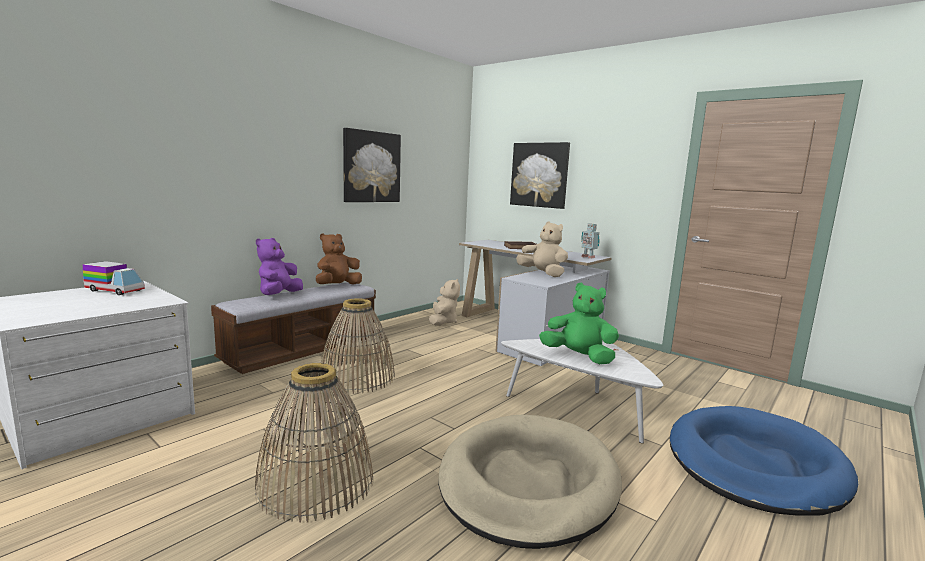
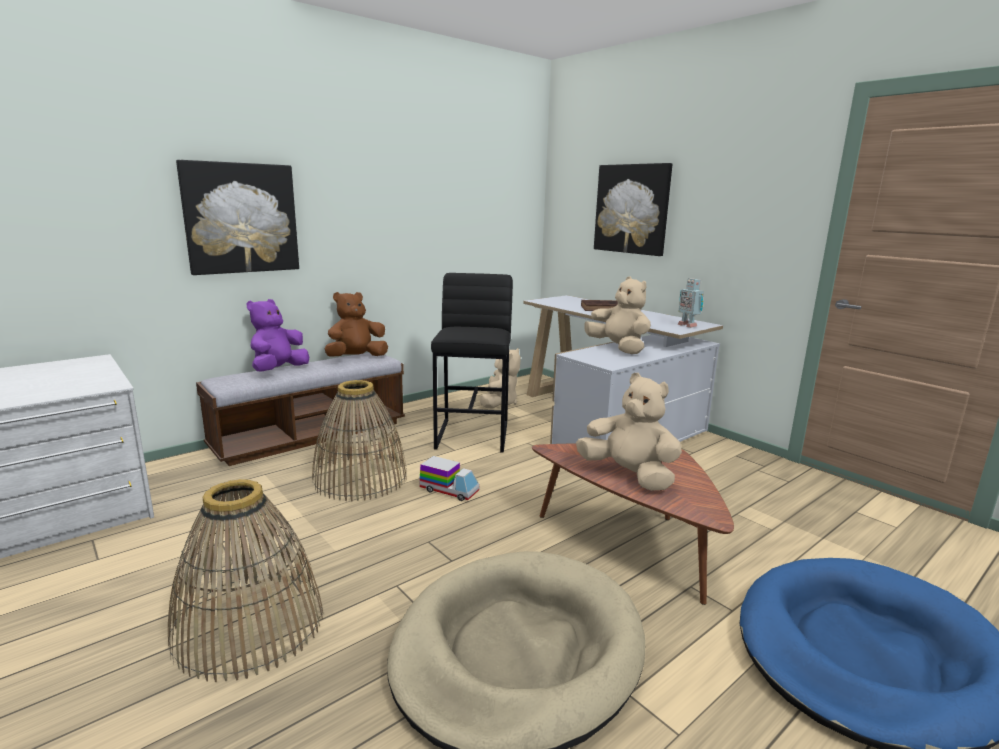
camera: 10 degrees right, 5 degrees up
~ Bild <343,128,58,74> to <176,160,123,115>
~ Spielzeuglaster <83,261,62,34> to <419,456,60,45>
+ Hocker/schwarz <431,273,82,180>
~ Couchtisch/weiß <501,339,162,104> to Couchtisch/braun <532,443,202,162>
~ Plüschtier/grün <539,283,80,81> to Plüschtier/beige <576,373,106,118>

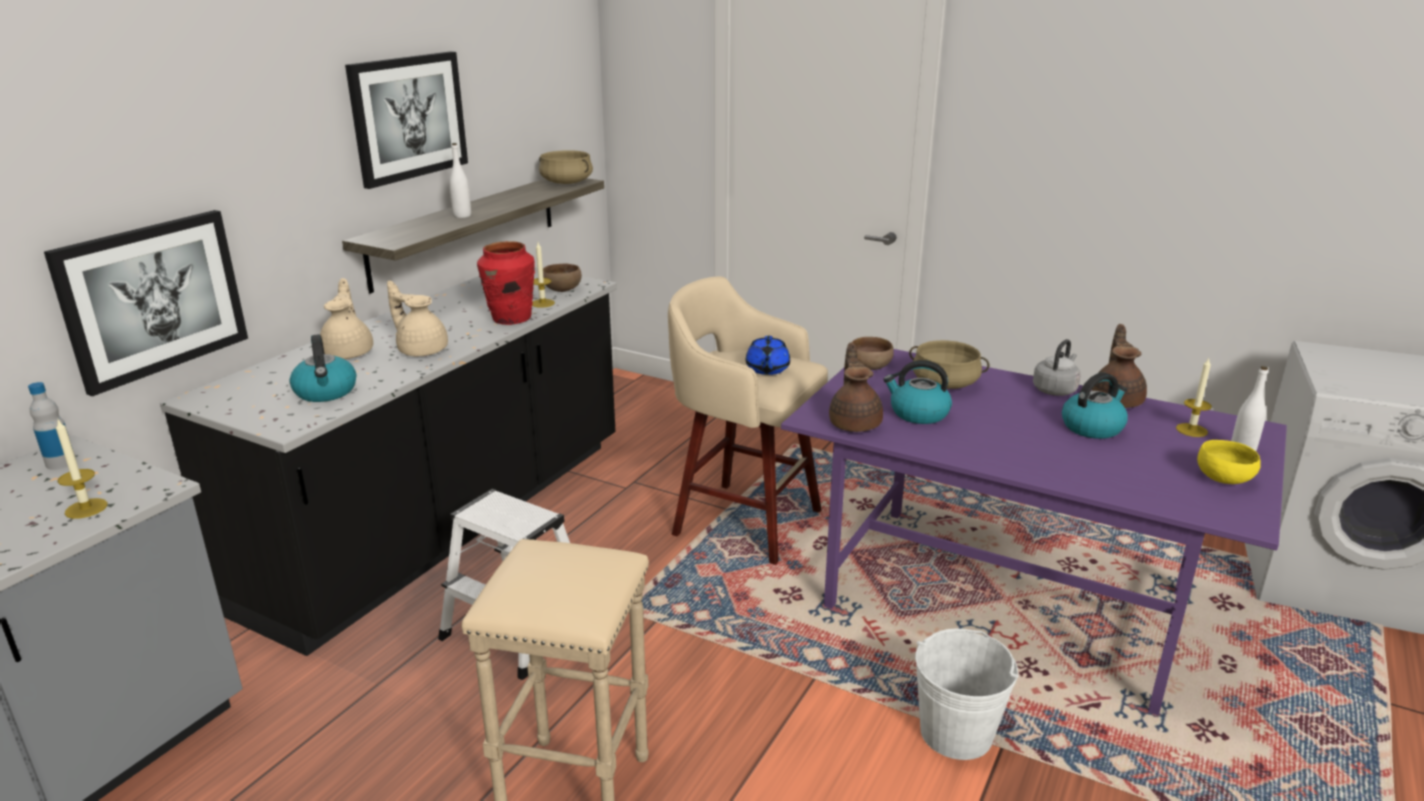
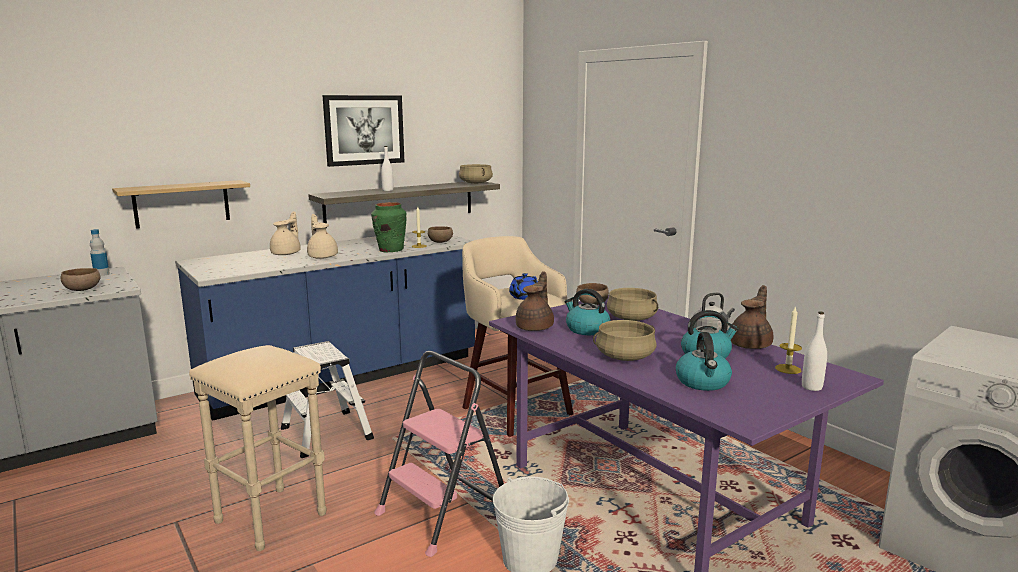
camera: 25 degrees right, 10 degrees down
~ Kerze <56,420,52,99> to Schüssel/braun <61,268,40,23>
~ Bild <44,210,204,186> to Wandregal <112,180,138,49>
~ Küchenzeile/schwarz <160,267,457,389> to Küchenzeile/blau <175,230,300,191>
~ Vase/rot <477,241,58,84> to Vase/grün <371,202,36,50>
+ Trittleiter/rosa <374,351,130,206>
+ Kochtopf/beige <593,320,64,41>
~ Wasserkessel <290,334,67,68> to <676,332,56,59>
- Schüssel/gelb <1197,440,64,44>

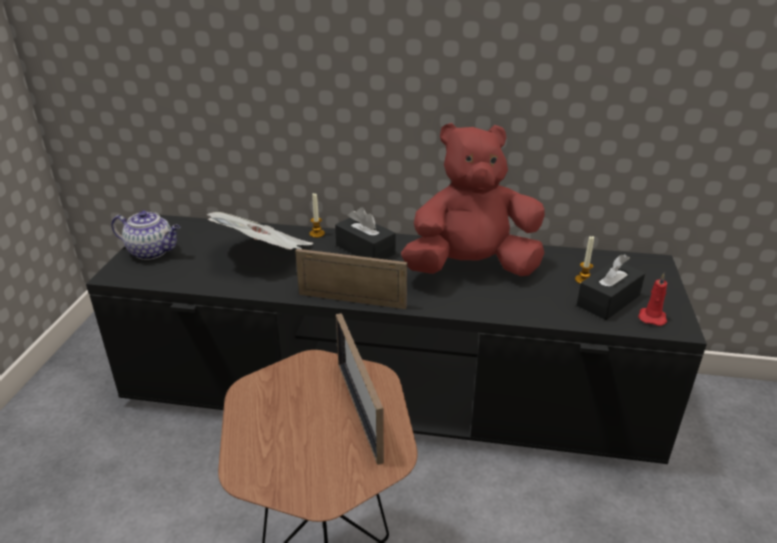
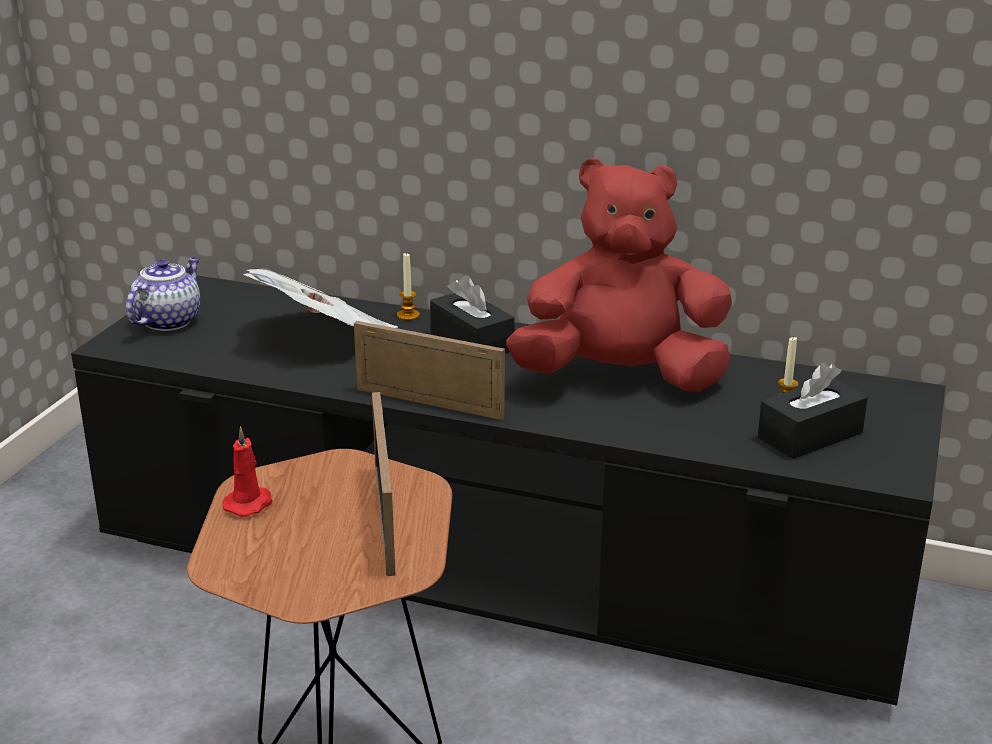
camera: 10 degrees right, 5 degrees down
~ Teekanne <111,210,69,50> = <126,257,74,74> 90 degrees counterclockwise
~ Kerze/rot <638,273,29,53> to <222,426,51,91>

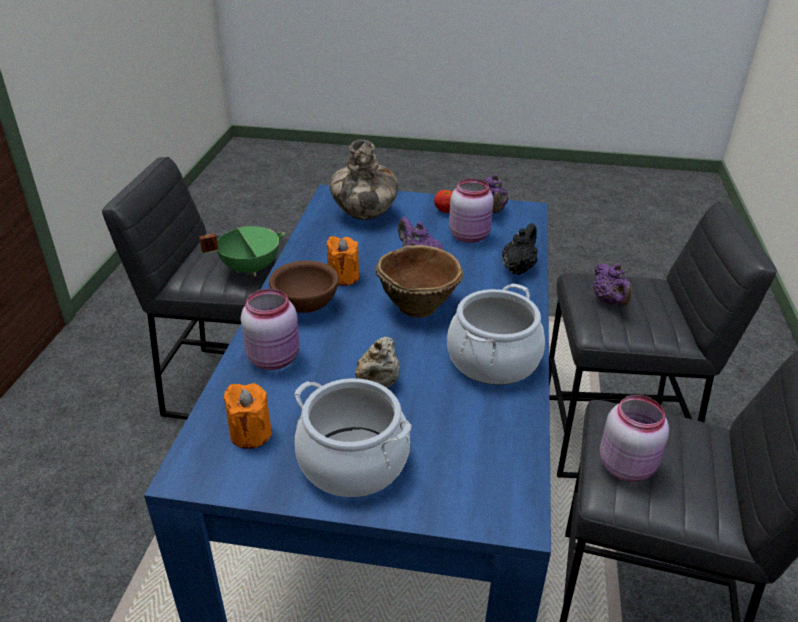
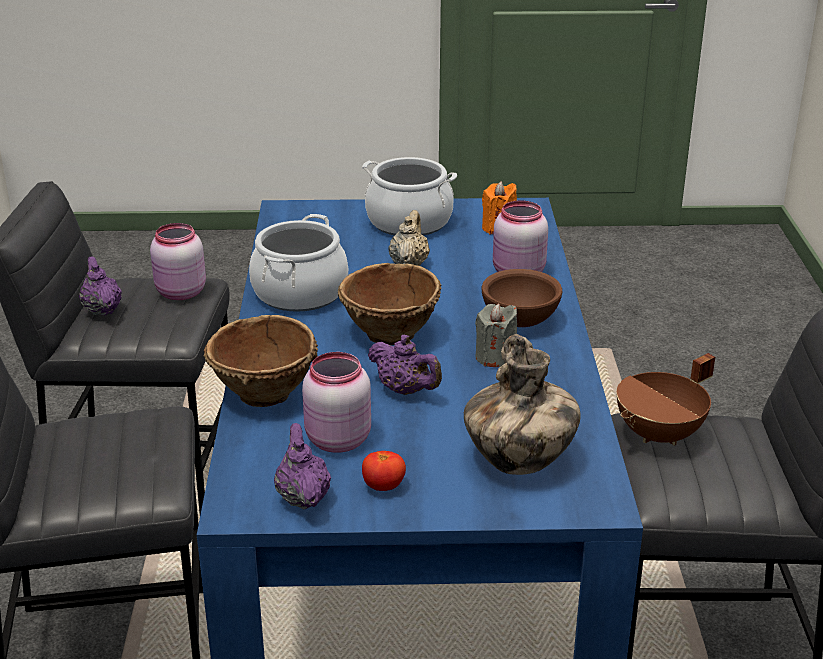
camera: 170 degrees right, 5 degrees down
~ Teekanne/lila <594,263,38,43> to <79,256,43,60>
~ Teekanne/schwarz <502,223,36,52> to Schüssel/braun <204,315,114,92>
~ Kerze/orange <326,236,33,50> to Kerze/grau <475,303,42,64>
~ Kochtopf/grün <199,226,87,50> to Kochtopf/braun <616,353,99,93>

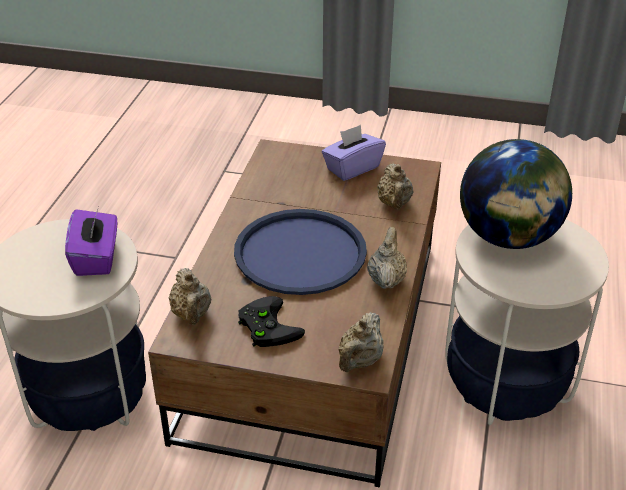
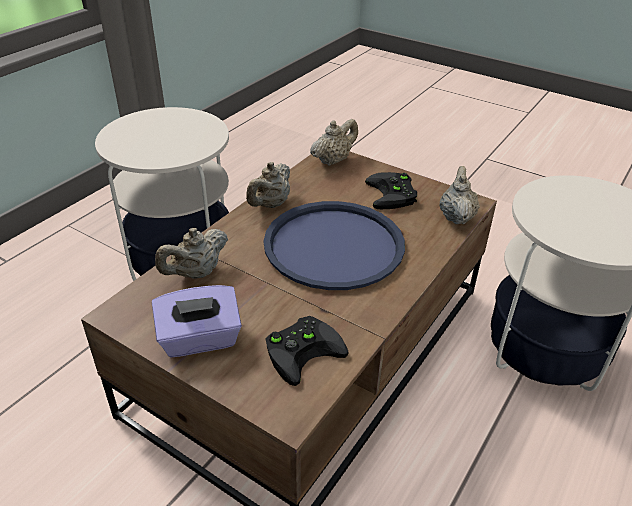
camera: 160 degrees left, 0 degrees up
~ Teekanne/beige <377,164,37,46> = <155,228,73,51> 150 degrees counterclockwise
+ Gamepad/schwarz <265,316,83,70>
- Taschentuchbox/lila <65,207,53,69>
- Globus <460,139,112,110>

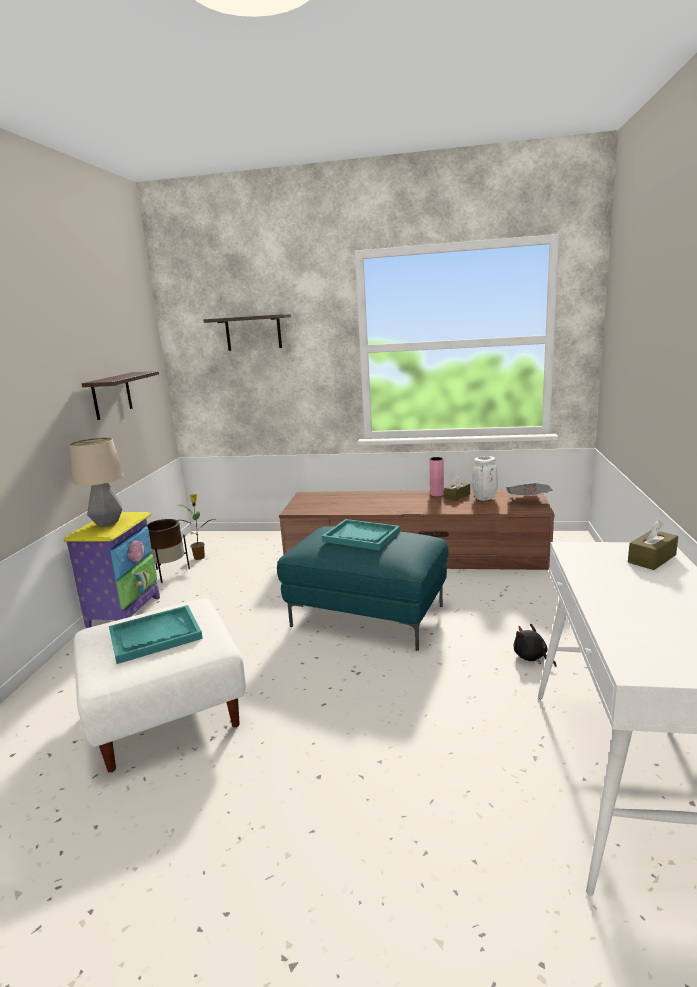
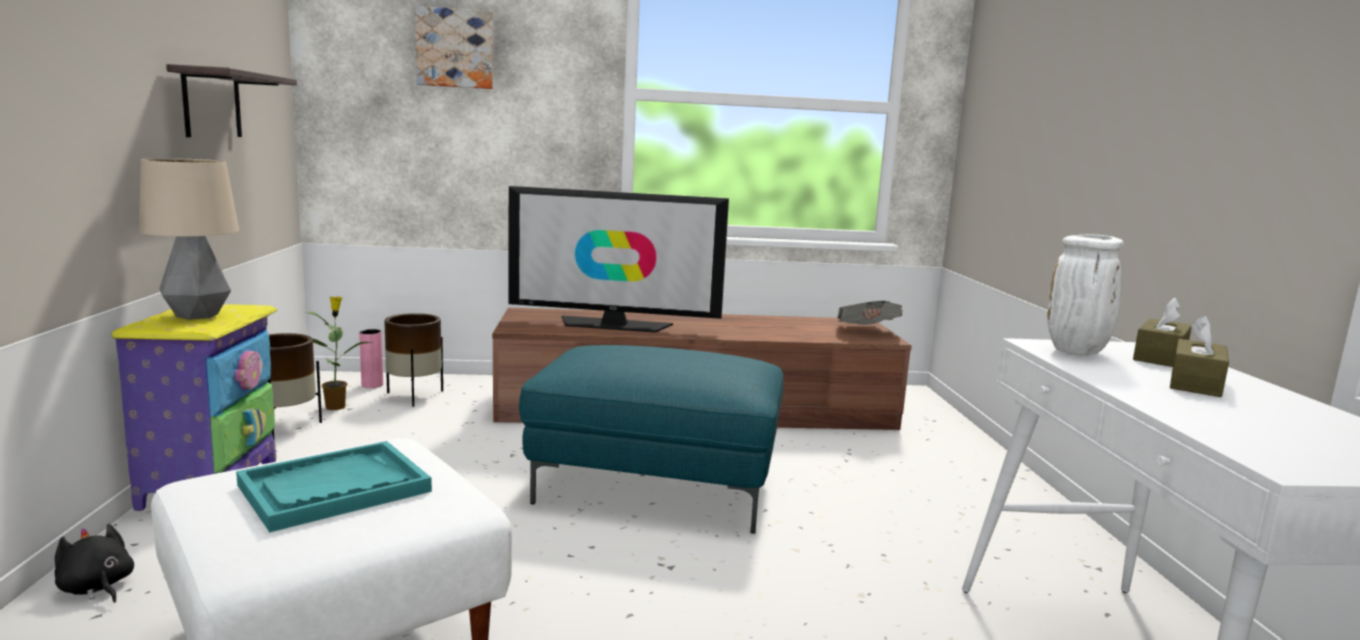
camera: 15 degrees left, 5 degrees down
~ Plüschtier/schwarz <514,624,42,43> to <55,523,79,80>
~ Vase/rosa <429,457,15,39> to <359,329,24,59>
+ Pflanzkübel/braun <384,313,59,94>
~ Wandregal <203,314,88,37> to Bild <415,6,78,83>
+ Fernseher <508,186,221,146>
~ Vase/weiß <472,456,26,45> to <1047,234,77,121>
~ Taschentuchbox/braun <444,475,26,26> to <1170,315,59,82>
- Tablett/türkis <322,519,78,31>

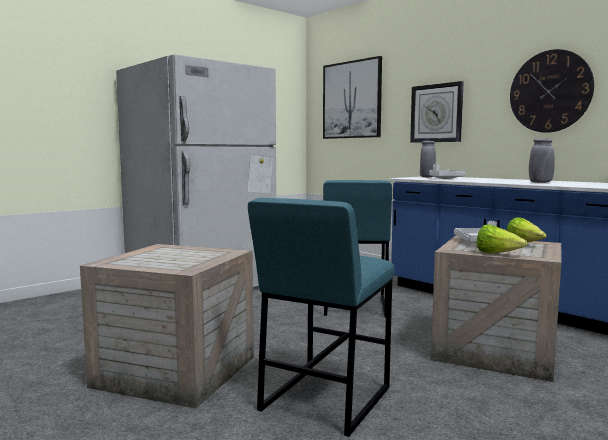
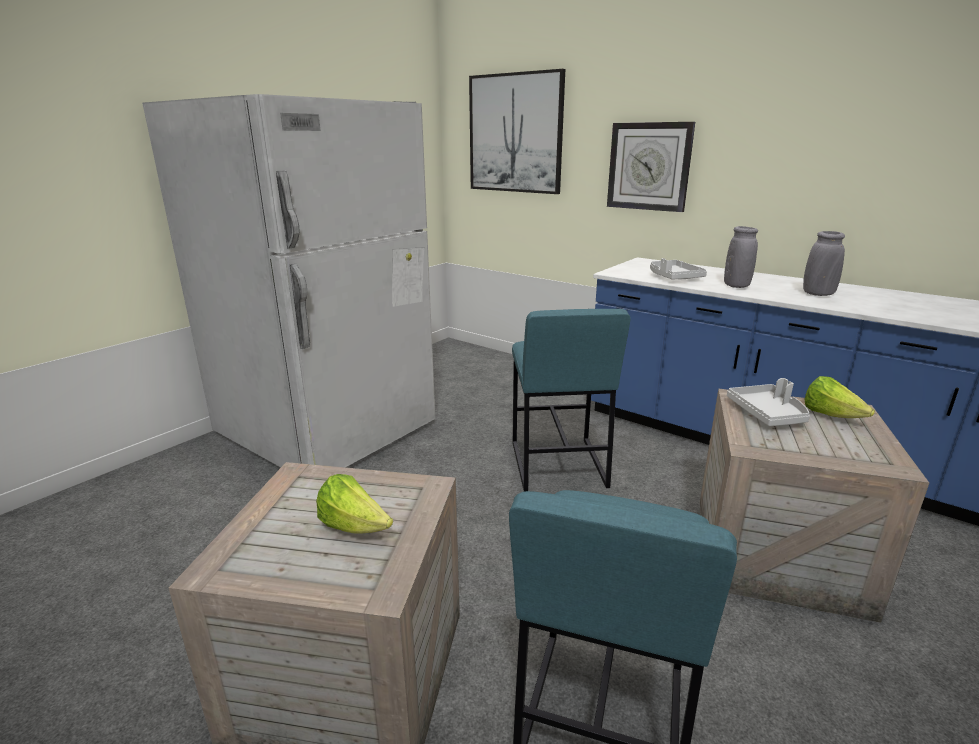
camera: 10 degrees left, 15 degrees up
~ Salatkopf <477,224,50,29> to <316,474,77,60>
~ Vase/grau <420,141,16,36> to <724,226,34,62>
- Wanduhr <510,49,84,84>

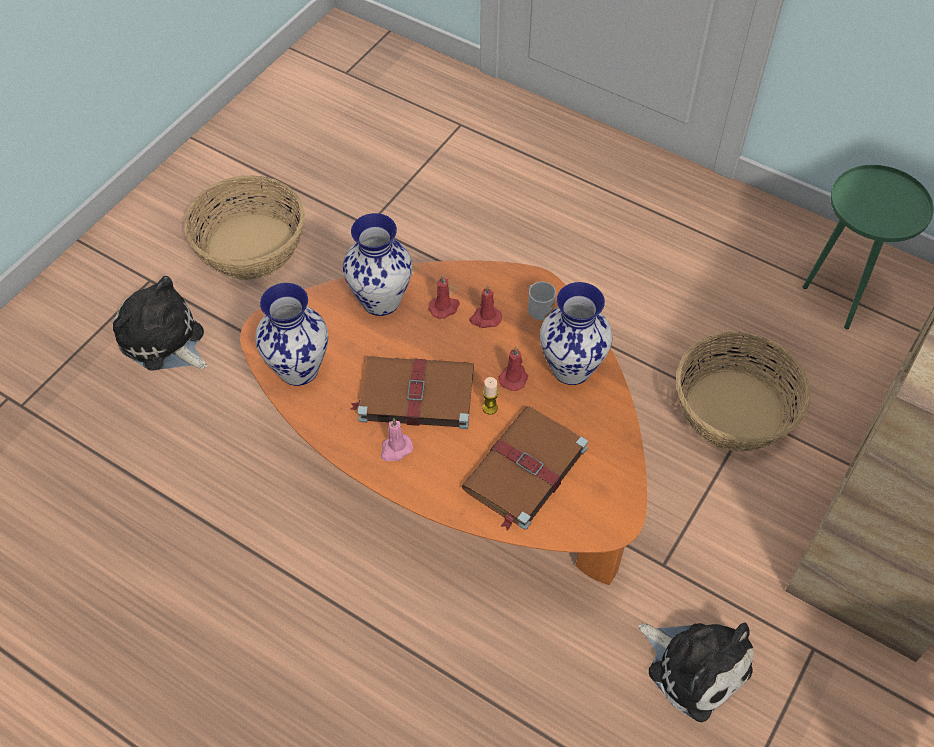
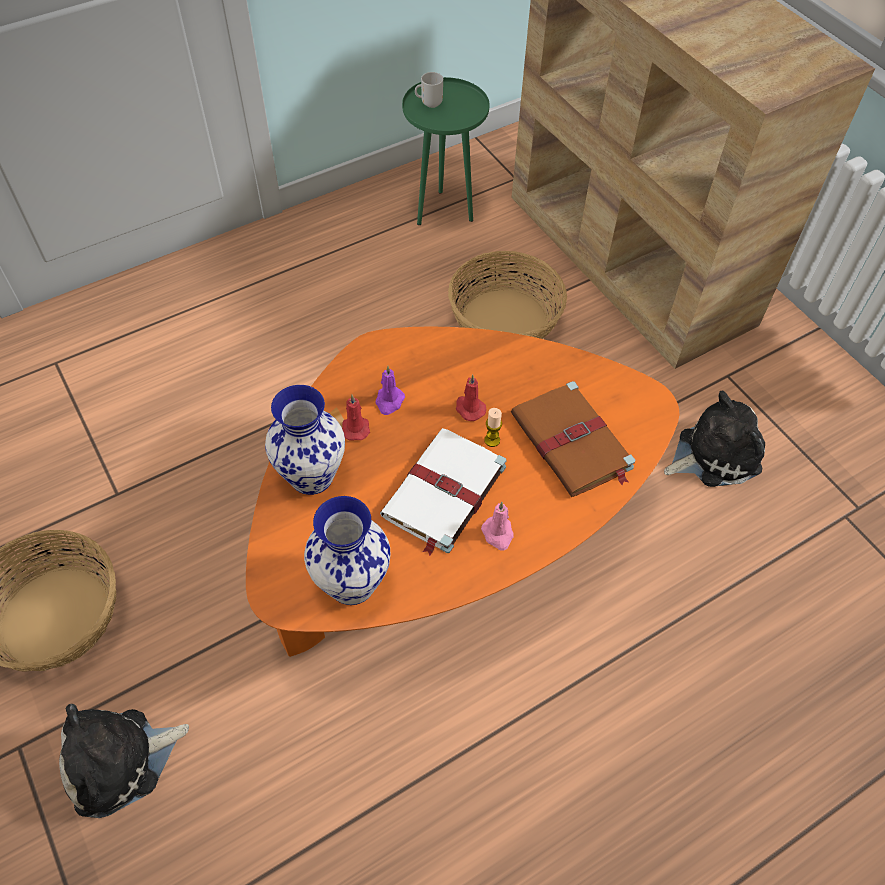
camera: 65 degrees left, 0 degrees up
~ Kerze/rot <469,285,33,43> to Kerze/lila <375,366,30,49>
~ Buch/braun <349,356,125,73> to Buch/weiß <380,428,126,128>
~ Henkelbecher <528,282,28,38> to <415,72,28,36>
- Vase <540,282,73,103>

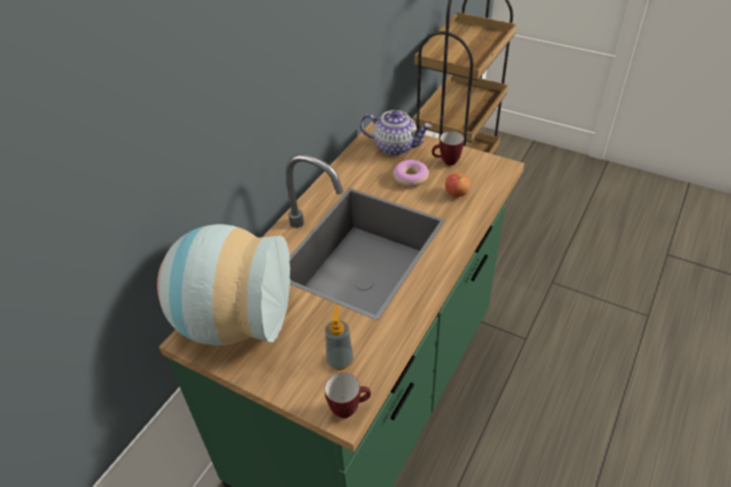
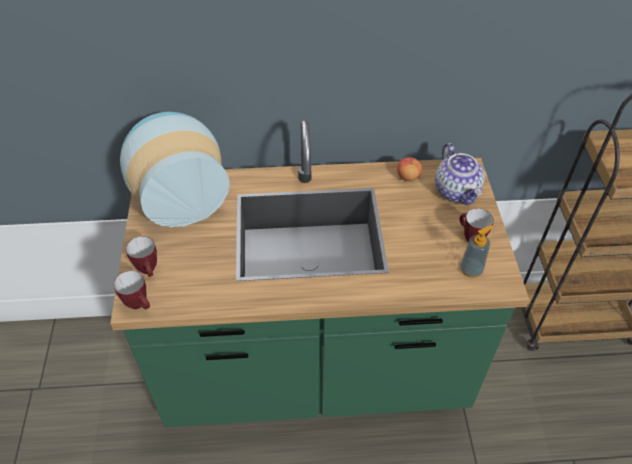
camera: 55 degrees right, 5 degrees up
+ Henkelbecher <126,236,31,41>
~ Apfel <445,173,26,24> to <397,157,25,24>
~ Seifenspender <325,305,29,65> to <460,225,34,53>
- Donut <393,160,36,27>

